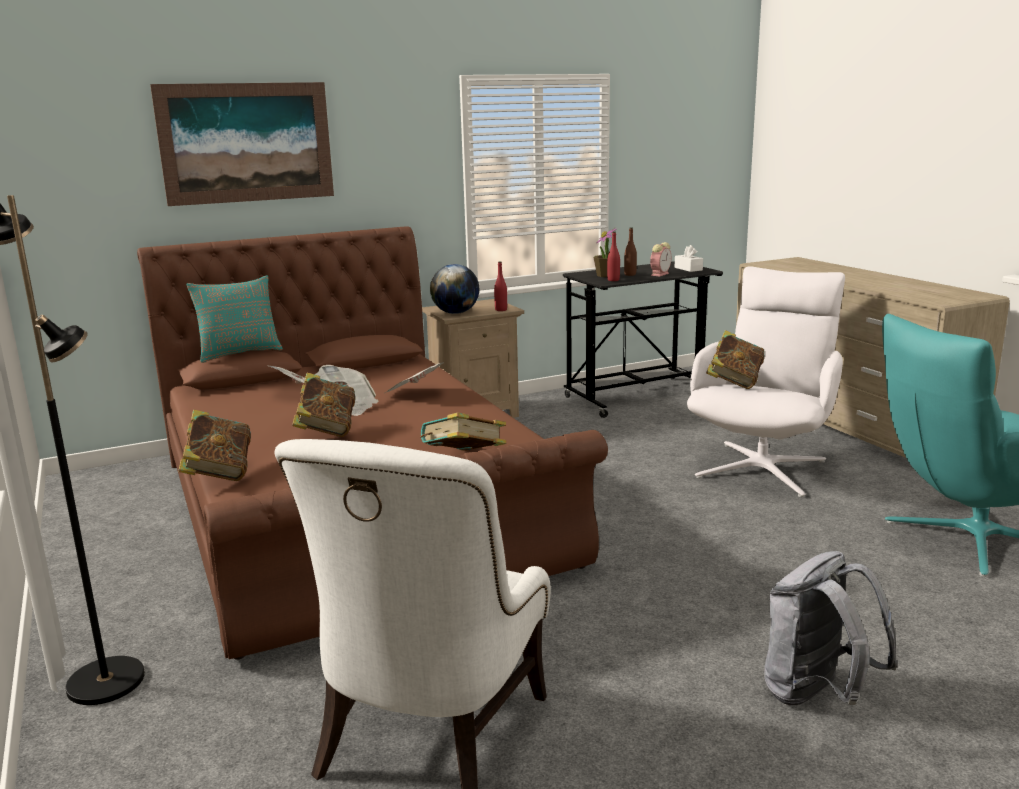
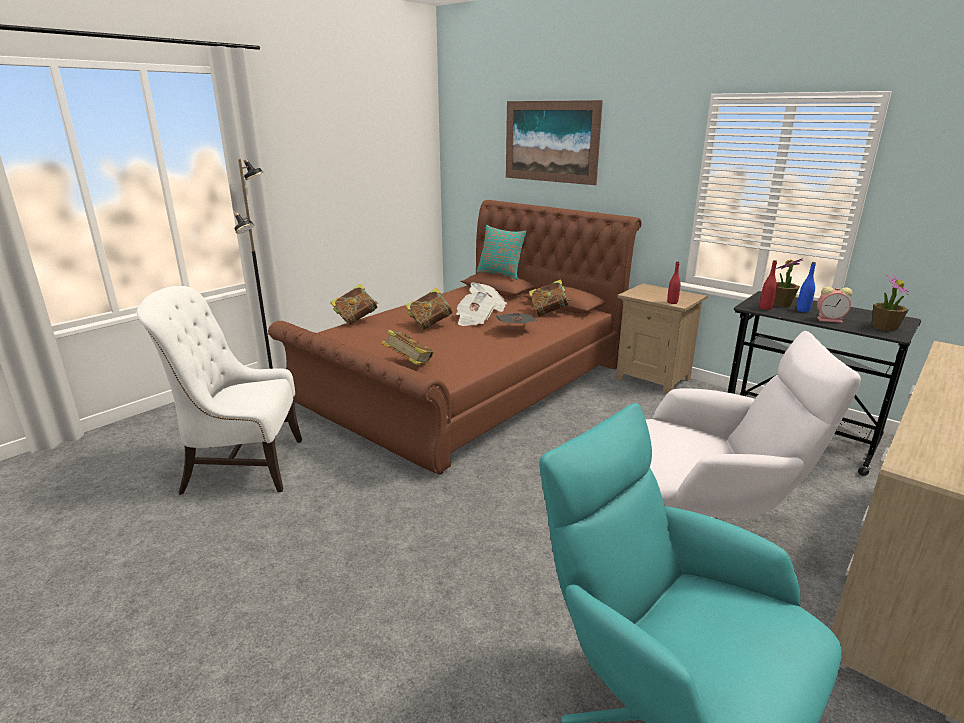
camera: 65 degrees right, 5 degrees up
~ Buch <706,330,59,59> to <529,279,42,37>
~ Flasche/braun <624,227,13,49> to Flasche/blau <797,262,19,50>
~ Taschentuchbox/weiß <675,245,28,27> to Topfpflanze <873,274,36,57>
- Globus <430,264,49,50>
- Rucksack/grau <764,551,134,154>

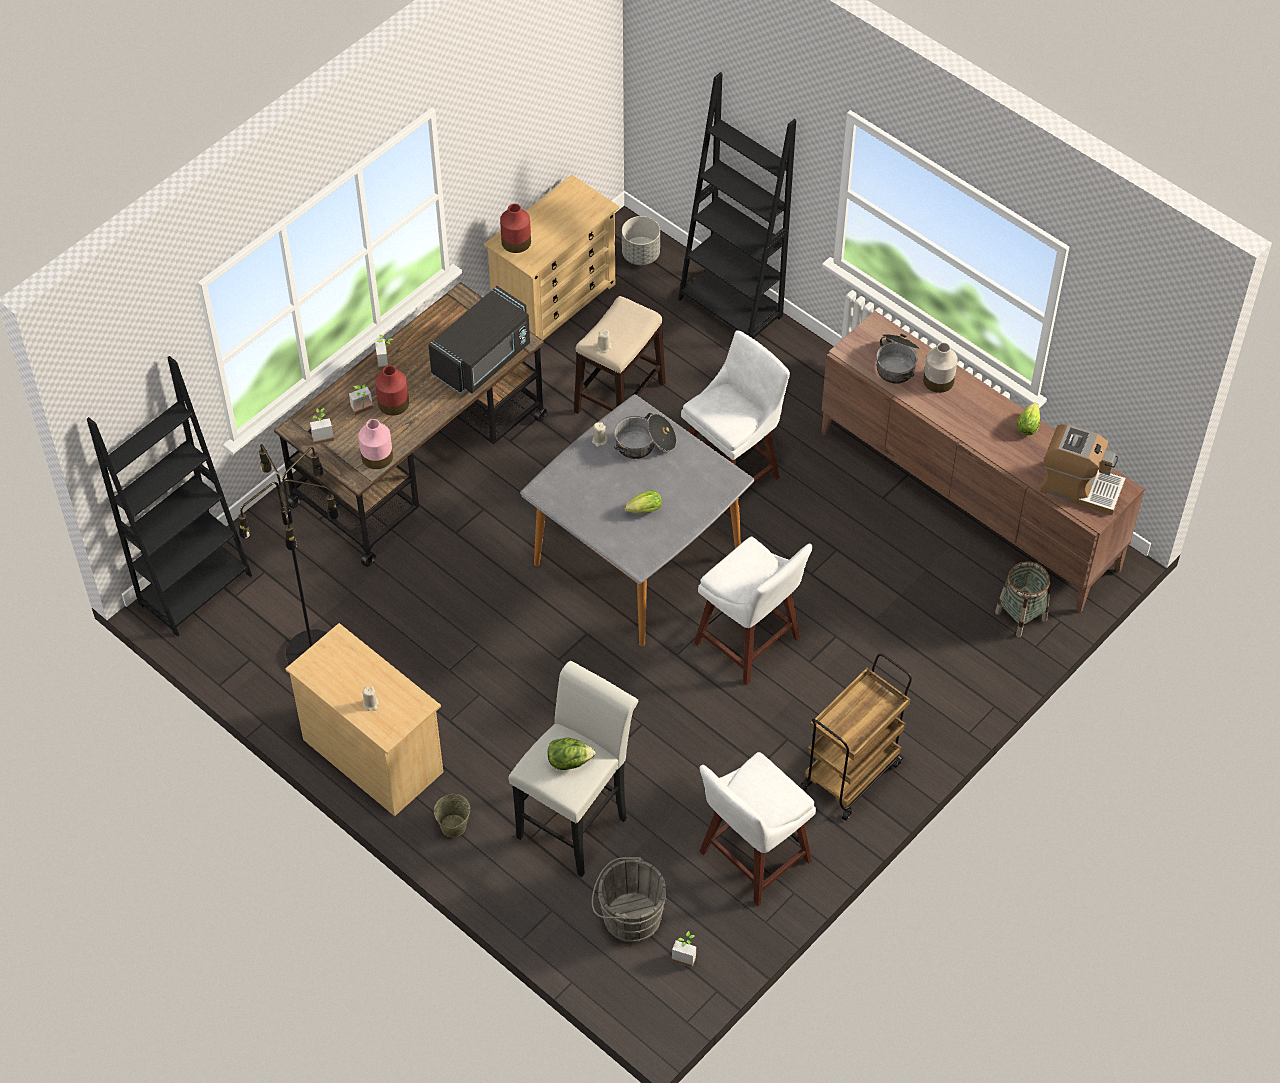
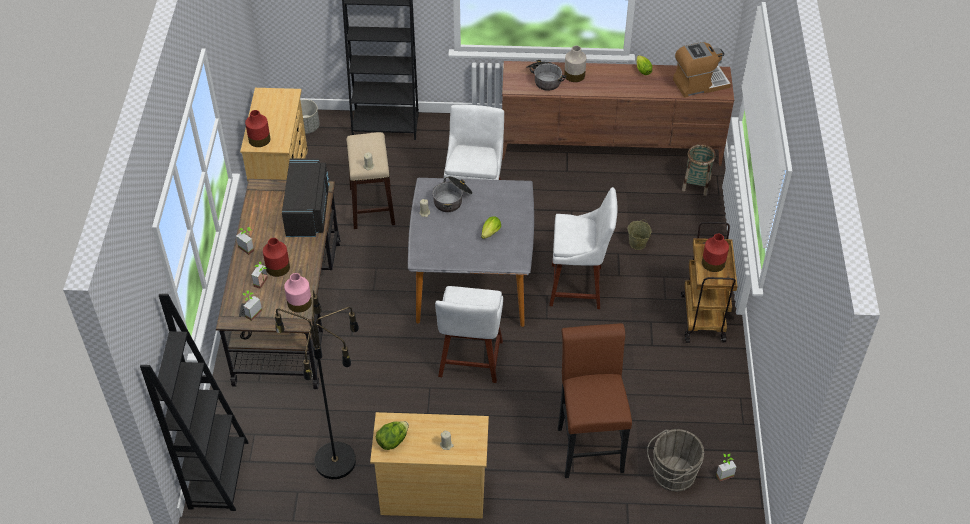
camera: 40 degrees left, 5 degrees down
~ Salatkopf <547,738,49,32> to <376,421,33,29>
~ Stuhl/weiß <699,752,117,154> to <435,286,68,97>
~ Hocker/weiß <509,661,130,216> to Hocker/braun <558,323,74,155>
~ Eimer/beige <434,794,36,43> to <628,219,23,31>
+ Vase/rot <702,234,27,38>

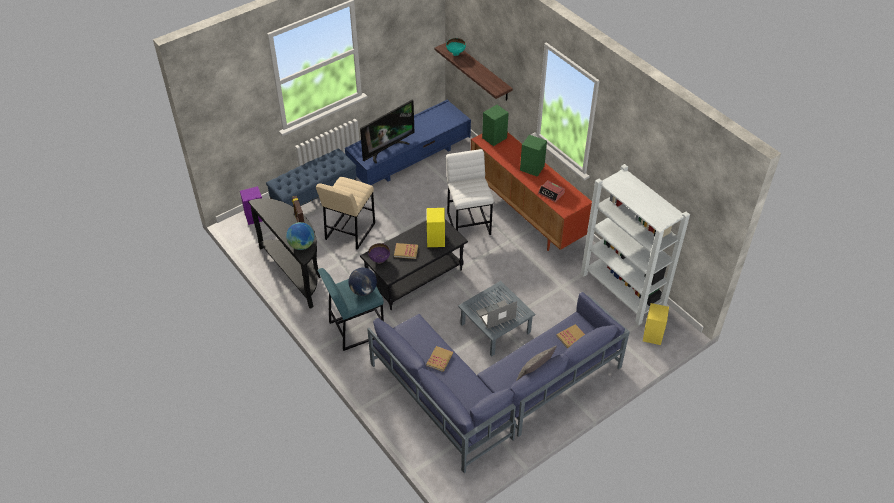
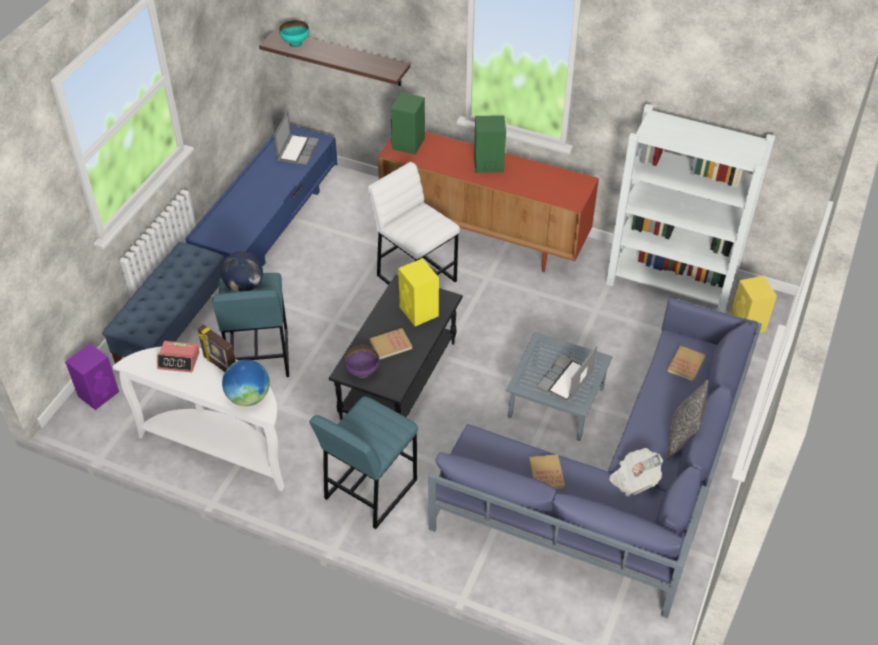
camera: 30 degrees left, 0 degrees up
~ Konsolentisch/schwarz <248,198,73,111> to Konsolentisch/weiß <113,346,172,145>
~ Wecker <538,180,27,22> to <157,341,43,31>
~ Hocker/beige <316,177,59,73> to Hocker/blau <212,273,77,104>
~ Globus <349,267,28,29> to <221,251,42,41>
+ Laptop <274,110,45,55>
+ Zeitung <609,448,54,49>
- Fernseher <360,100,55,64>

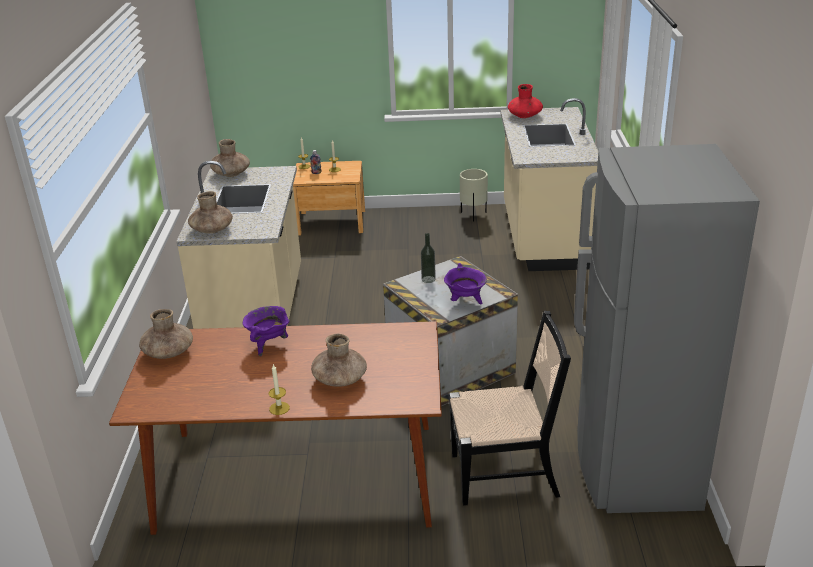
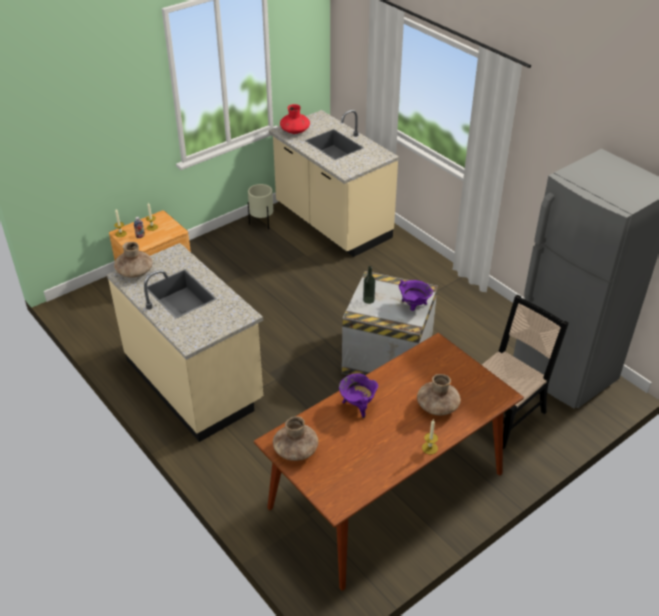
camera: 40 degrees left, 10 degrees up
- Vase/braun <188,191,45,42>

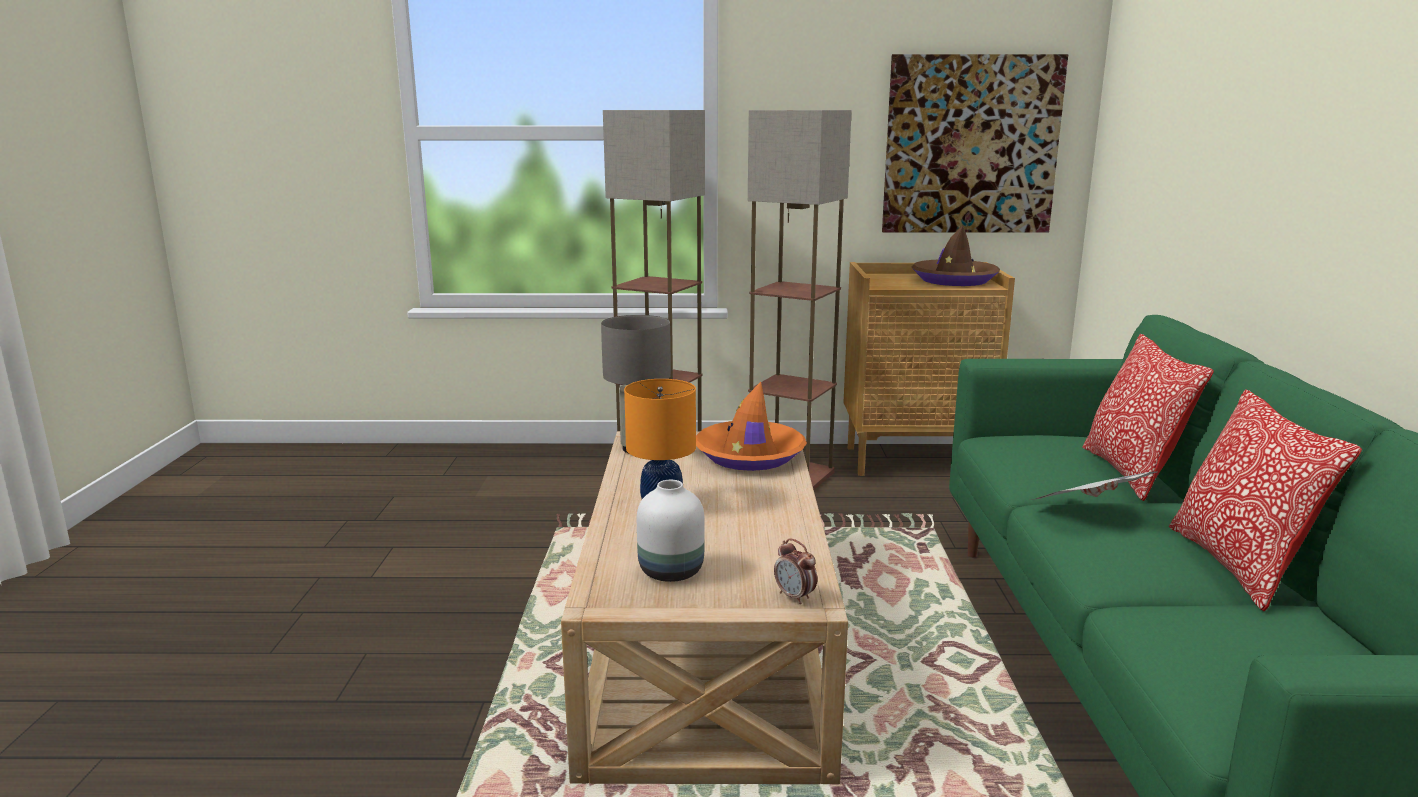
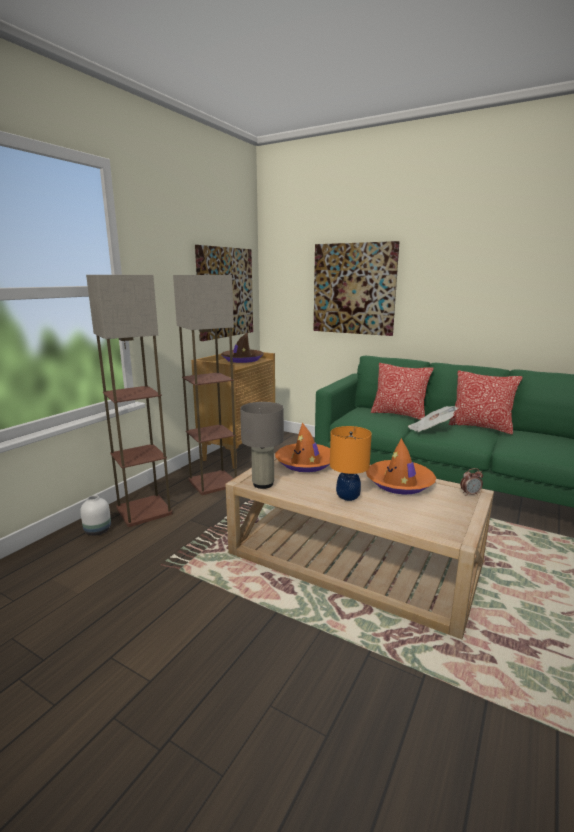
camera: 60 degrees left, 0 degrees up
~ Vase/weiß <637,480,68,102> to <80,495,31,41>
+ Bild <314,241,86,95>
+ Hut/orange <366,438,70,57>

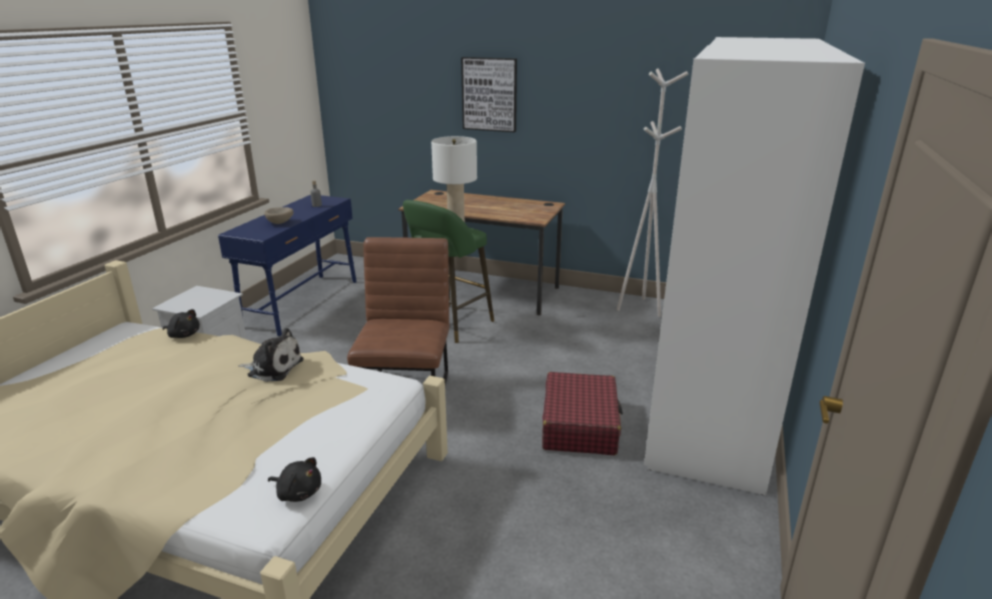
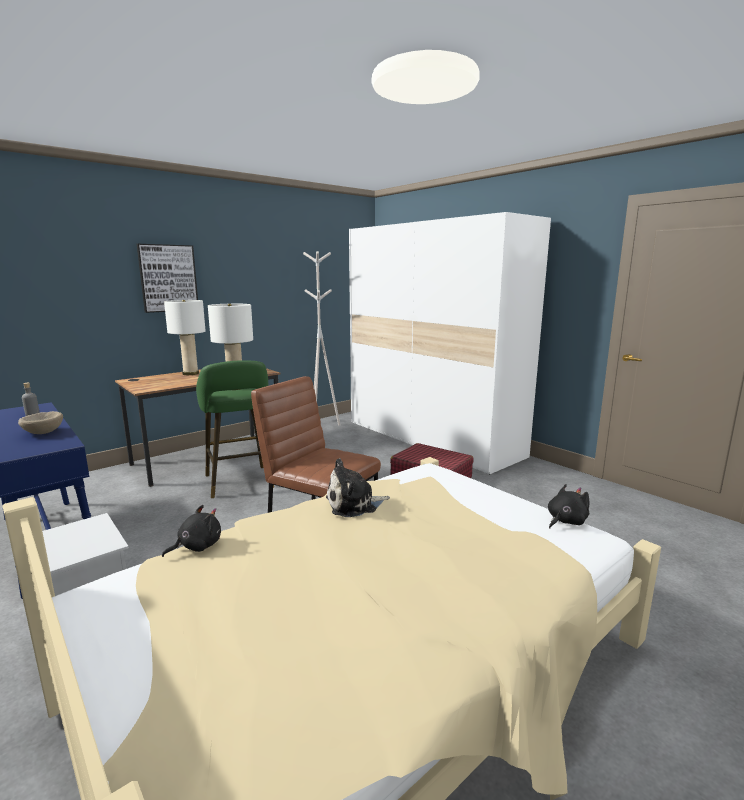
camera: 60 degrees left, 10 degrees down
+ Tischlampe/weiß <164,300,42,75>
~ Plüschtier <238,328,66,54> = <326,458,64,59> 150 degrees counterclockwise

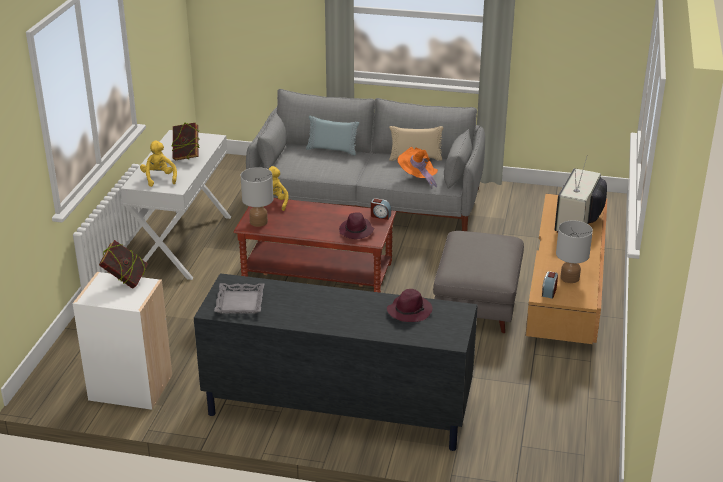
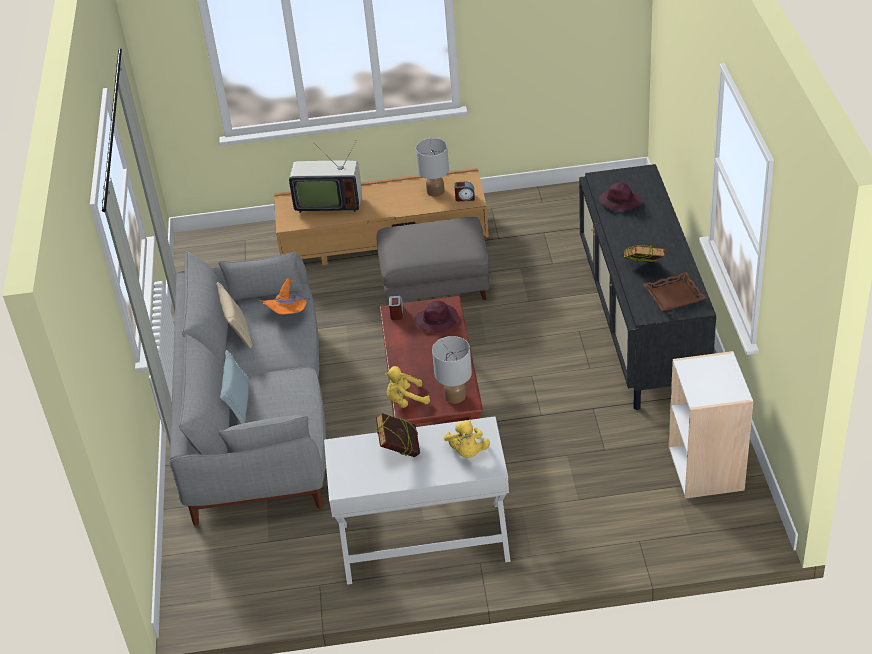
camera: 105 degrees left, 10 degrees up
~ Plüschtier/gelb <140,141,37,46> = <444,420,46,38> 60 degrees counterclockwise
~ Buch <99,240,49,49> to <623,245,43,17>
~ Tablett/grau <214,283,50,31> to Tablett/braun <643,272,63,39>

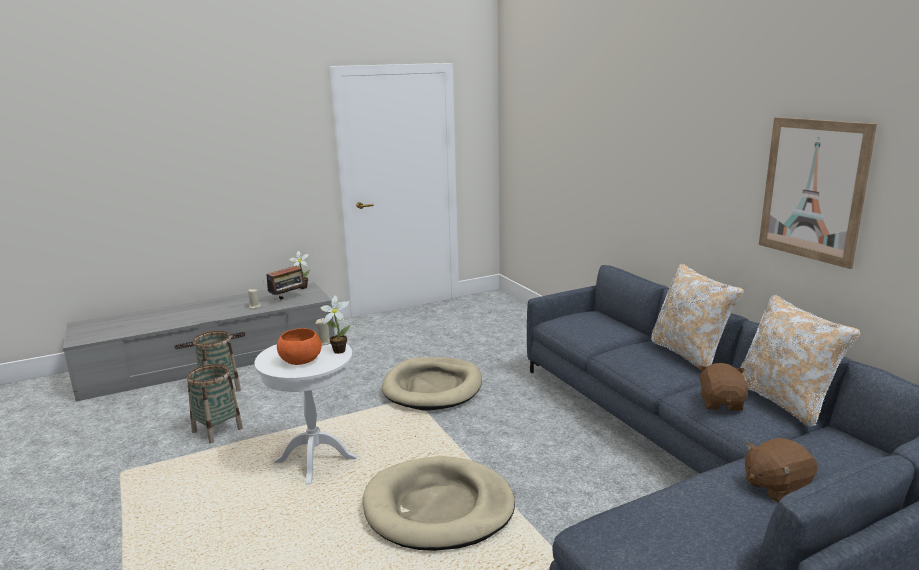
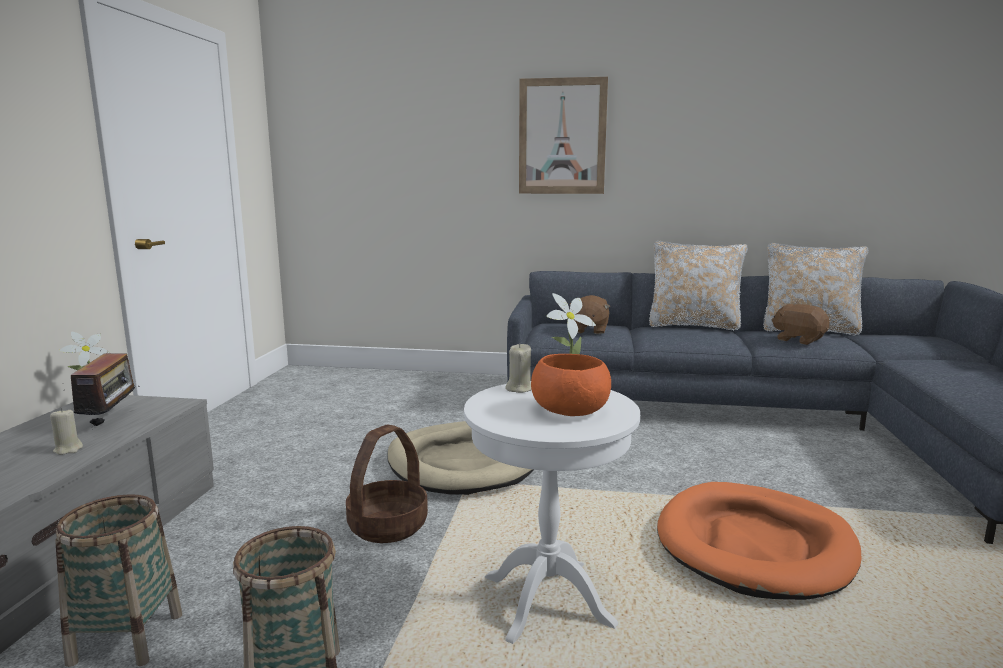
camera: 55 degrees left, 5 degrees down
+ Korb <346,424,82,119>
~ Bild <759,117,118,152> to <519,77,89,117>
~ Plüschtier/braun <745,438,73,65> to <569,295,41,39>
~ Hundebett/beige <363,456,152,95> to Hundebett/orange <657,482,205,118>

